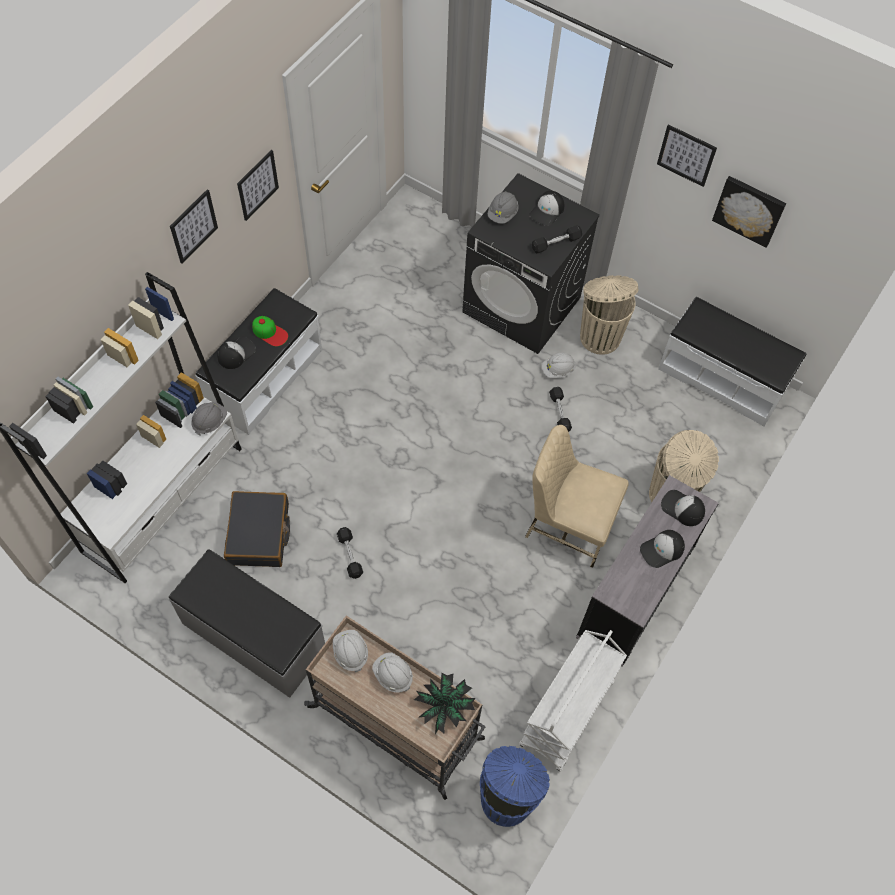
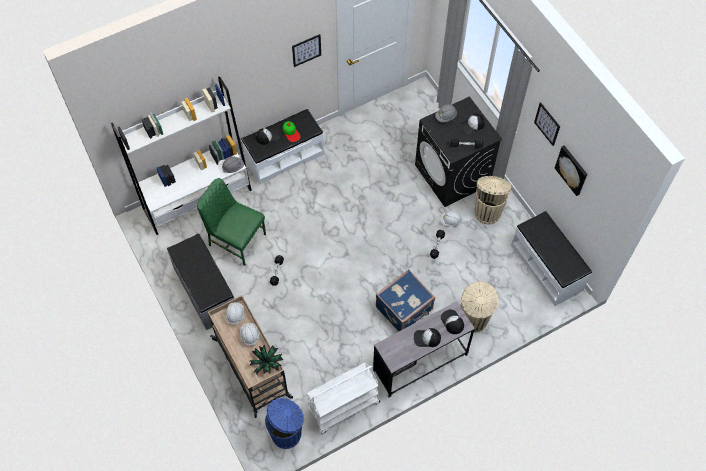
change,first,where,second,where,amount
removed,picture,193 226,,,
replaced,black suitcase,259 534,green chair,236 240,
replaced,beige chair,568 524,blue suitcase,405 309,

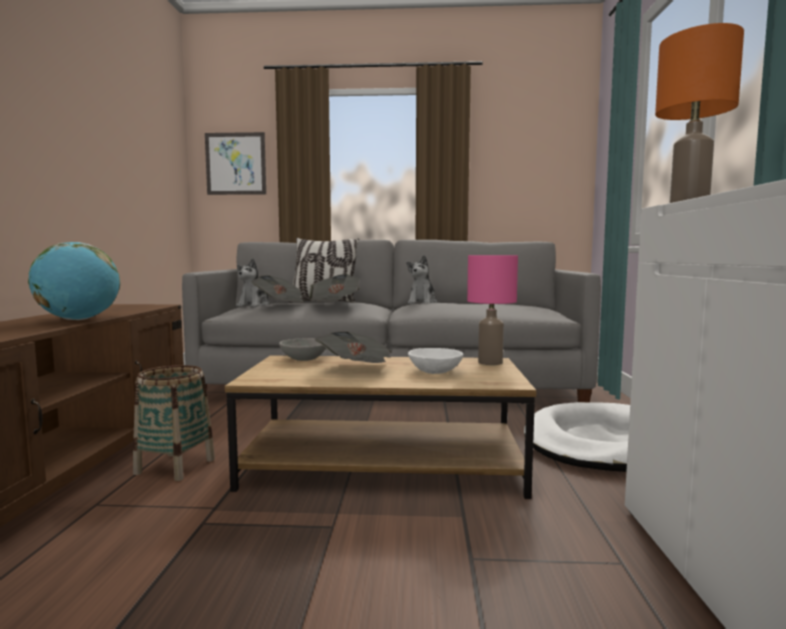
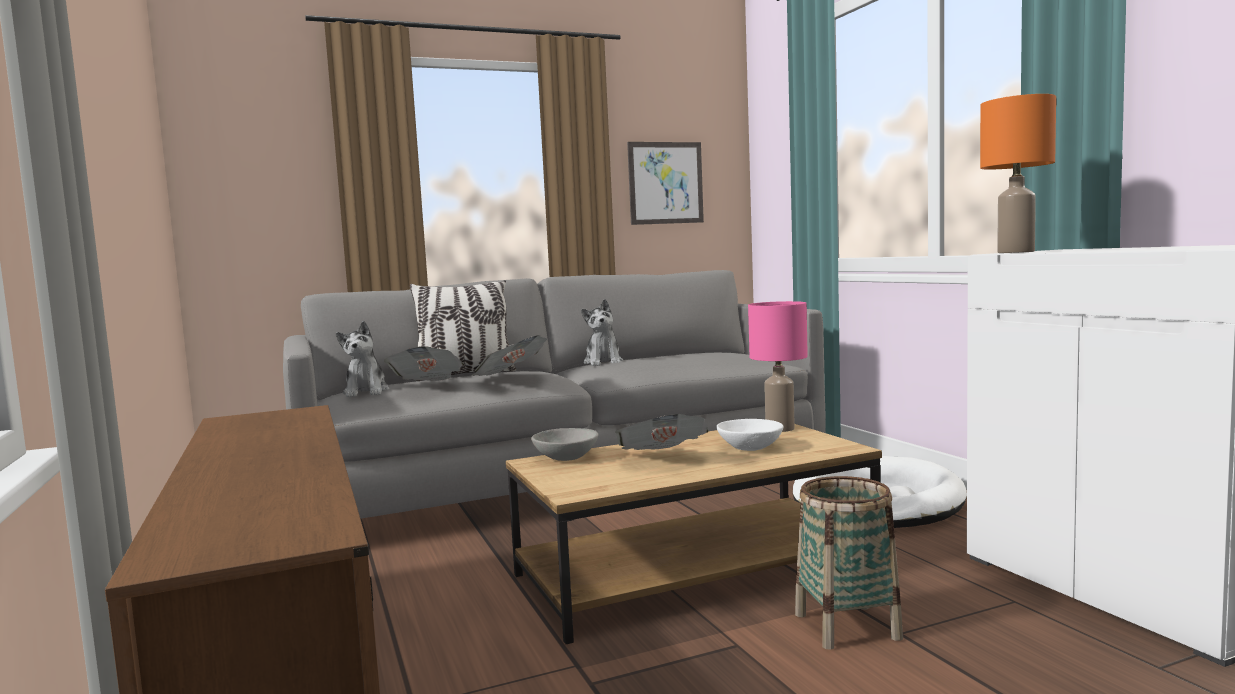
change,first,where,second,where,amount
removed,globe,79 320,,,
moved,basket,175 466,,846 626,
moved,picture,235 164,,665 183,

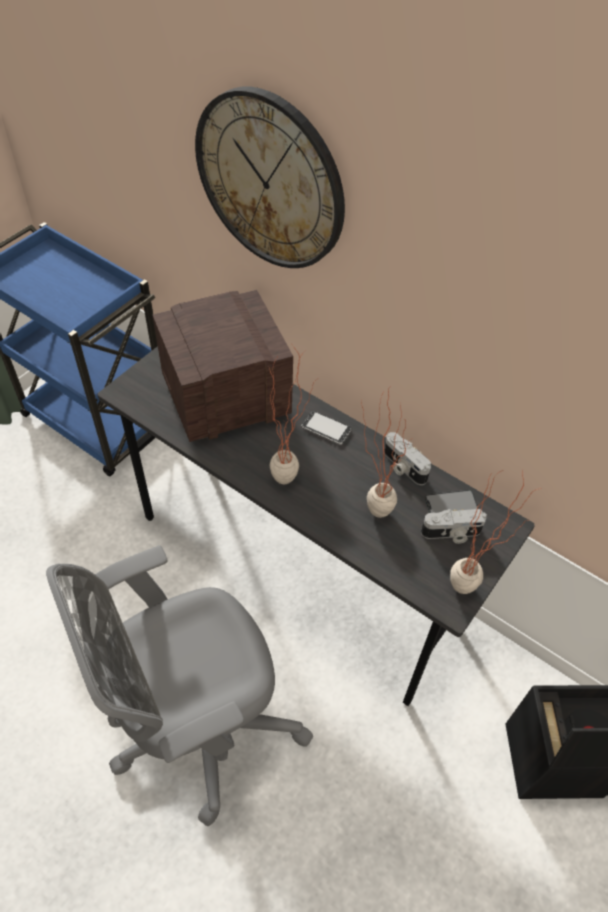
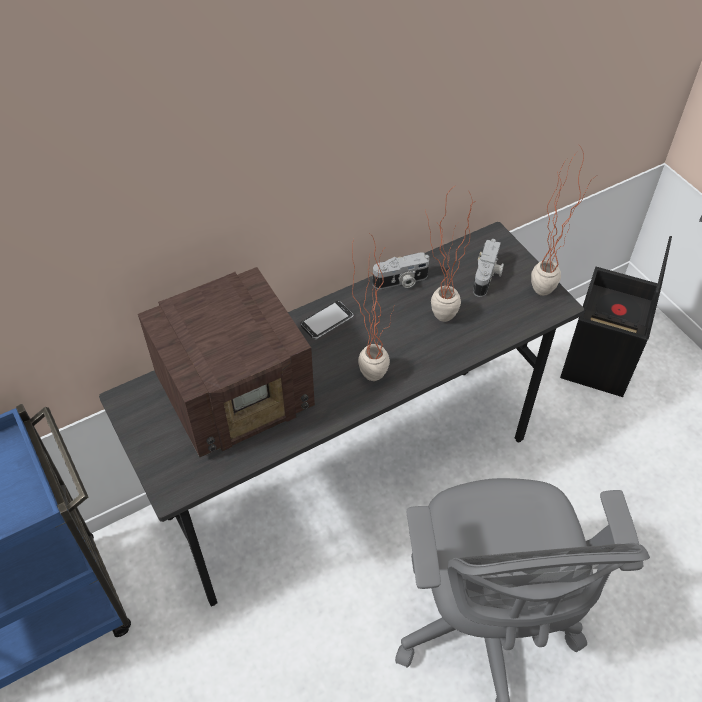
change,first,where,second,where,amount
turned,radio,223 398,,238 393,120 degrees counterclockwise
removed,wall clock,270 181,,,
removed,phone,451 503,,,

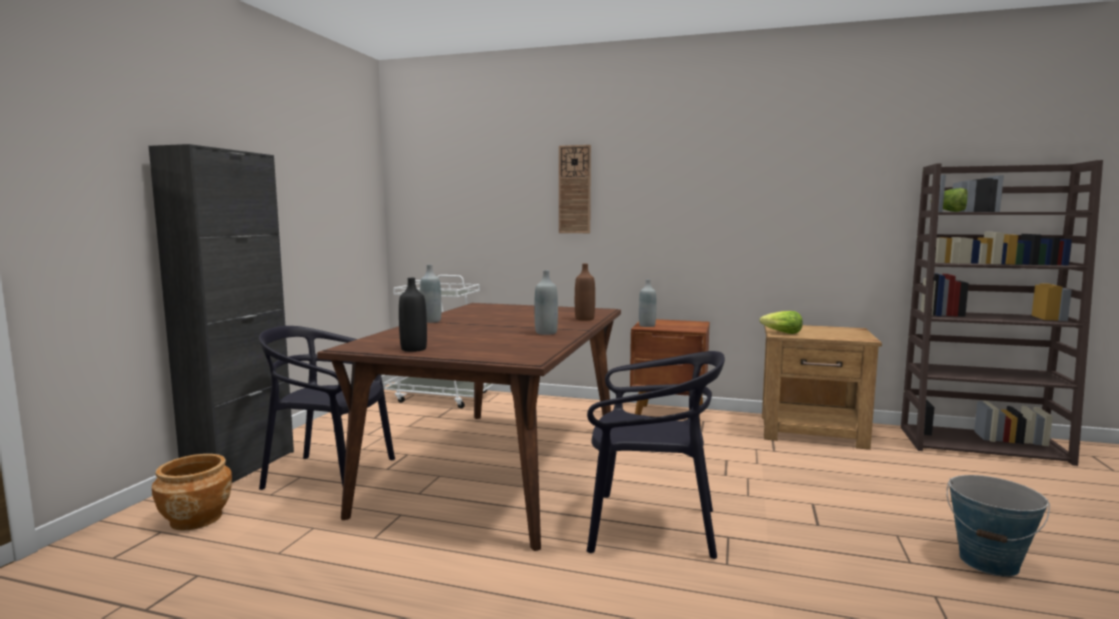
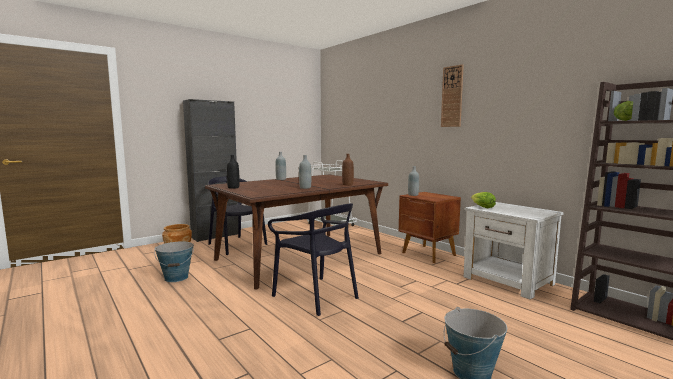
change,first,where,second,where,amount
moved,wall clock,574 189,,452 96,
recoloured,brown nightstand,813 432,white nightstand,508 281,
added,,,bucket,176 278,

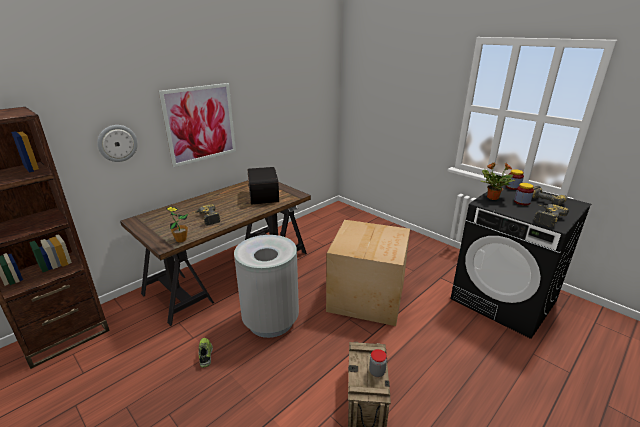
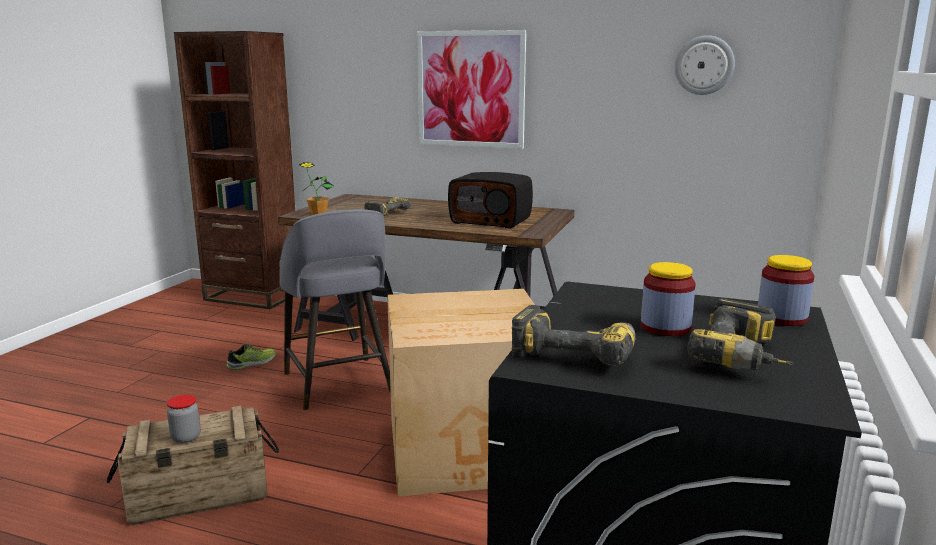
change,first,where,second,where,amount
moved,wall clock,117 143,,704 65,
replaced,grey trash can,271 321,grey stool,339 384,
turned,radio,262 196,,491 220,60 degrees clockwise
removed,potted plant,492 197,,,

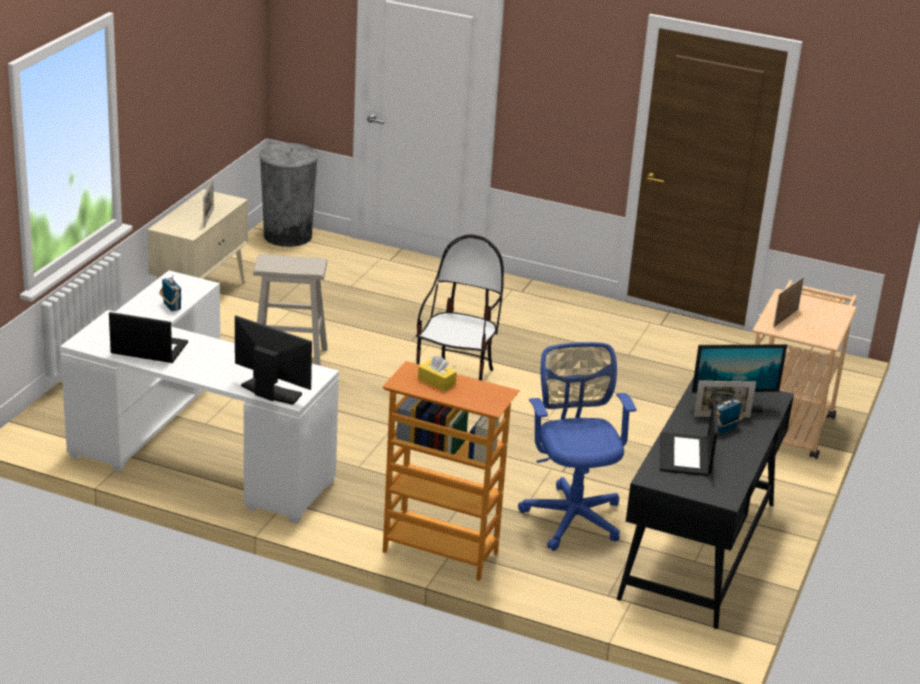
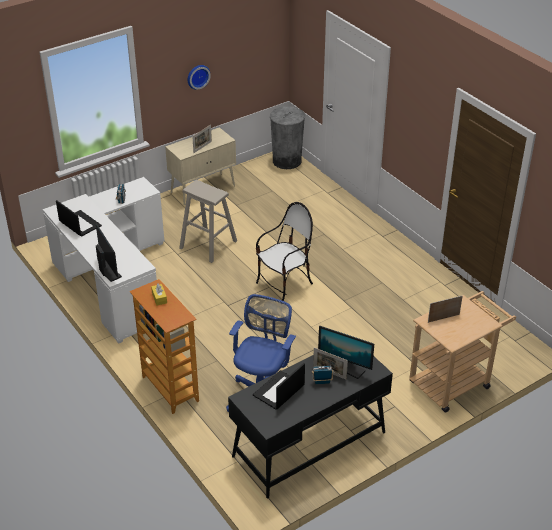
change,first,where,second,where,amount
added,,,wall clock,197 76,

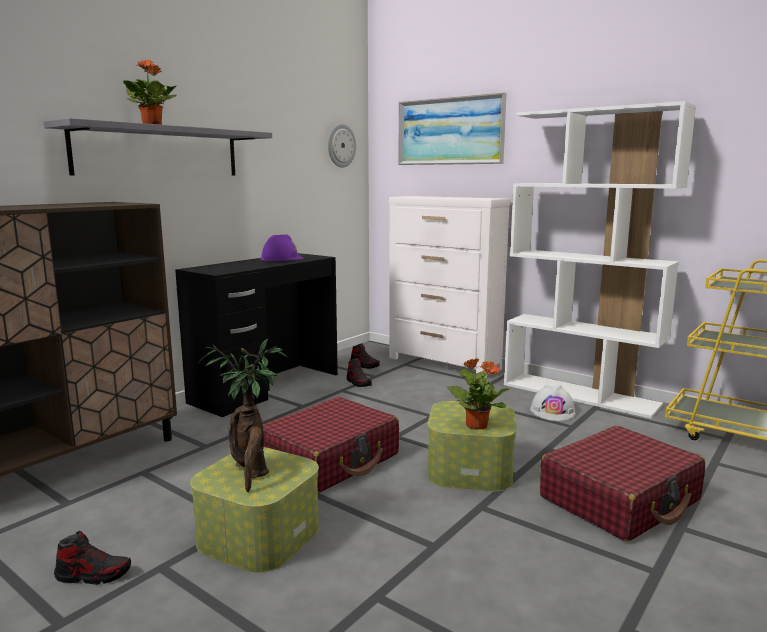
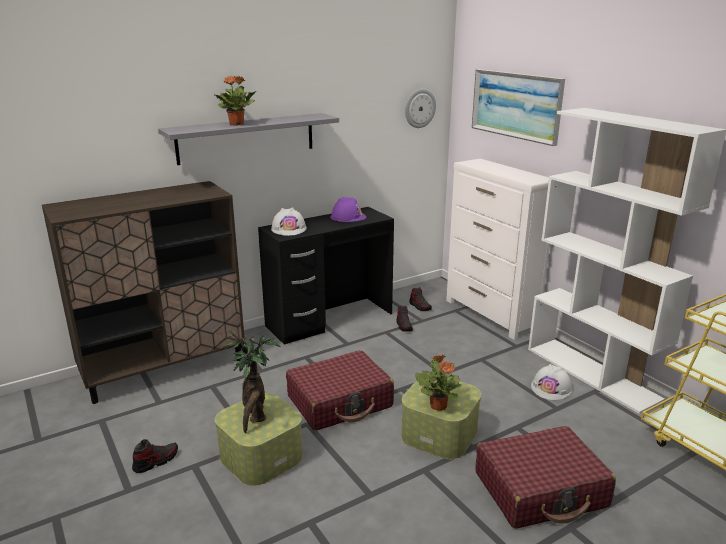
change,first,where,second,where,amount
turned,shoe,93 575,,156 461,60 degrees counterclockwise
added,,,white hard hat,289 229,

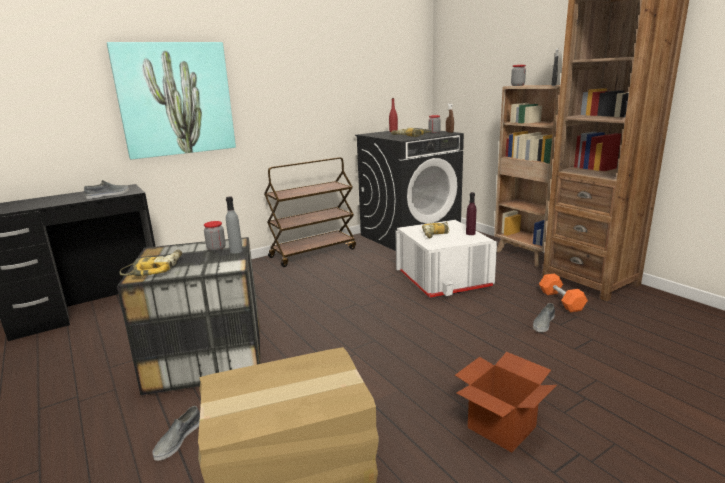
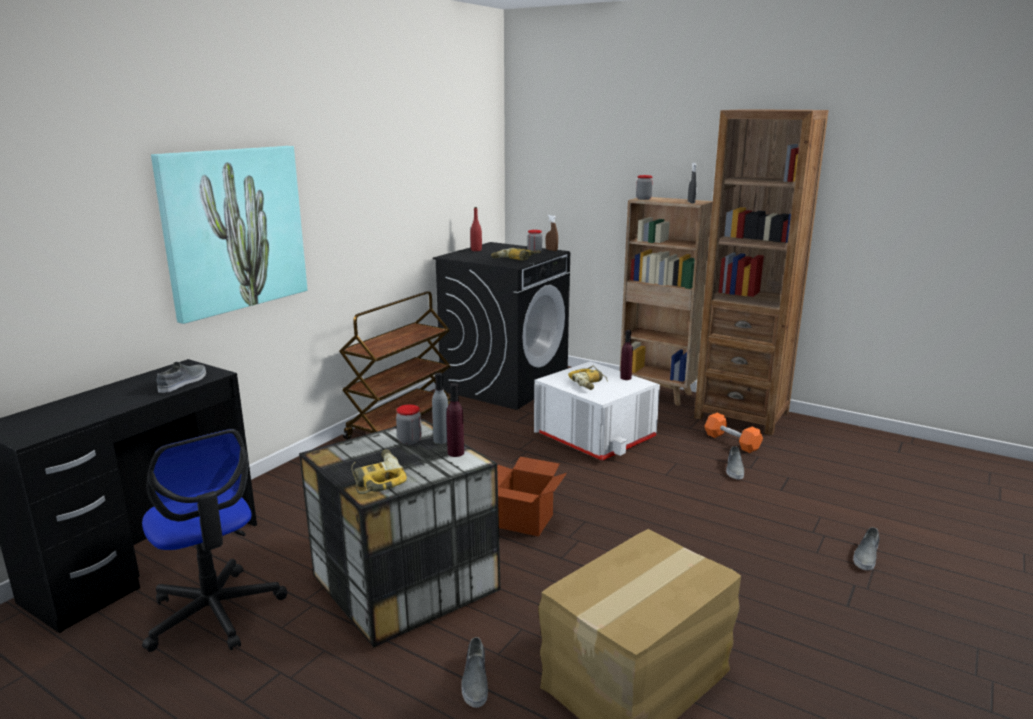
change,first,where,second,where,amount
moved,cardboard box,502 427,,525 521,
added,,,office chair,214 613,
added,,,purple bottle,455 453,
added,,,grey shoe,866 556,

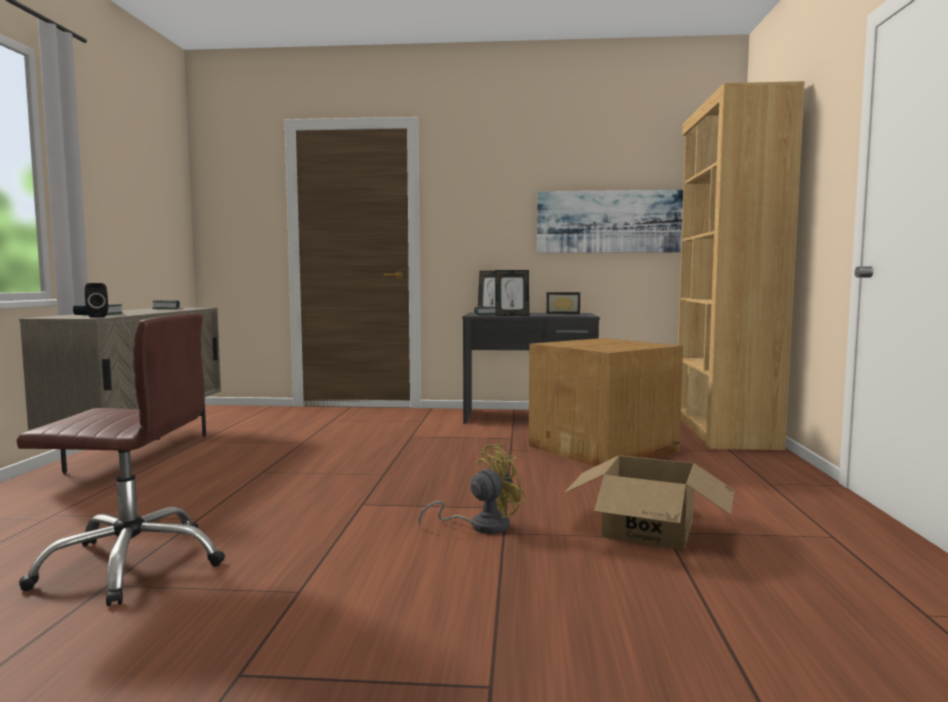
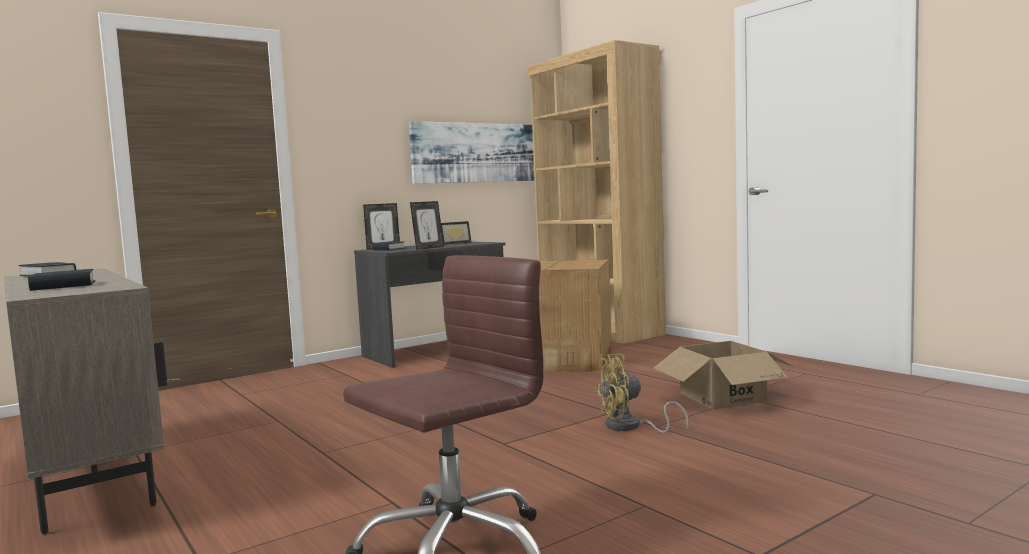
change,first,where,second,where,amount
removed,black speaker,97 316,,,
turned,yellow fan,481 526,,630 427,120 degrees counterclockwise

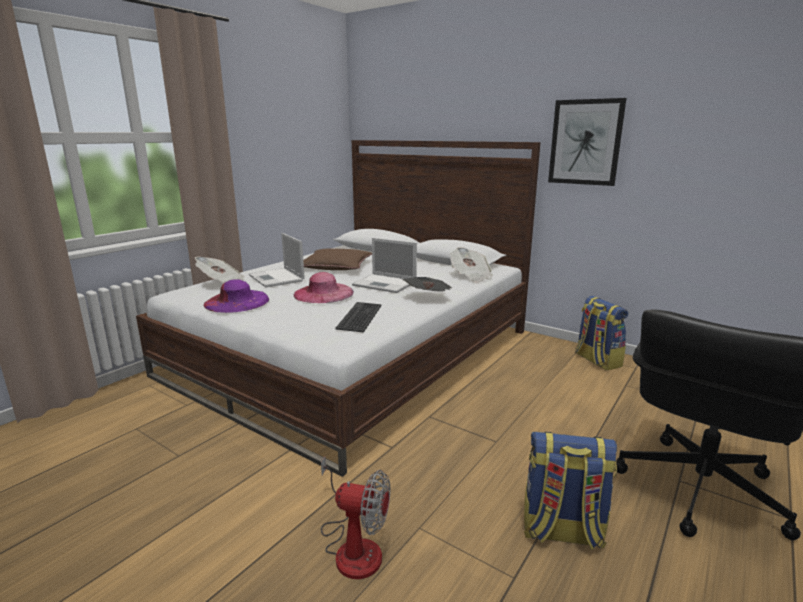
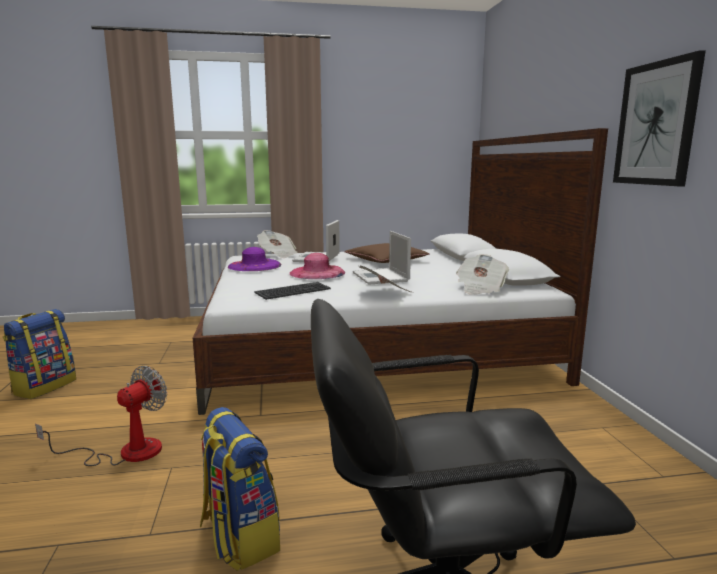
change,first,where,second,where,amount
turned,fan,353 546,,125 452,120 degrees counterclockwise
moved,backpack,596 360,,44 386,

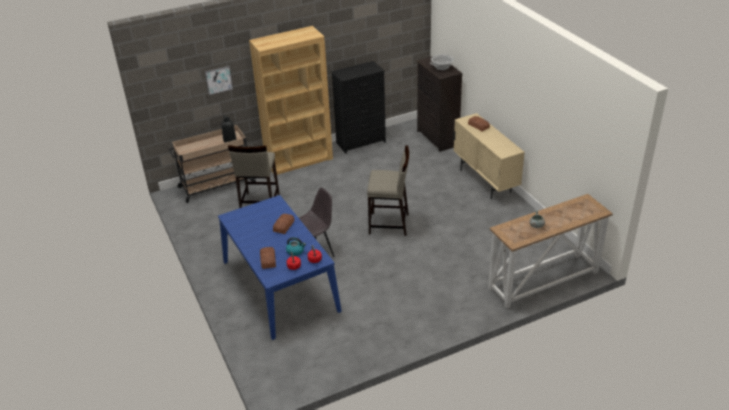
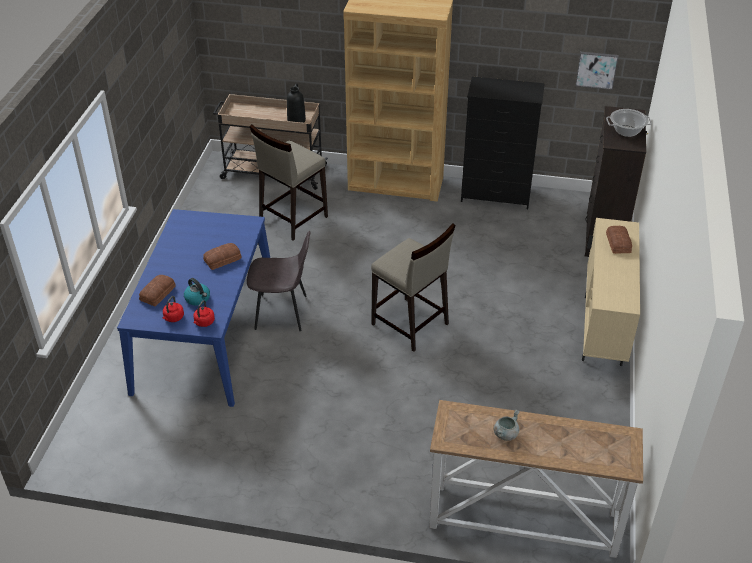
change,first,where,second,where,amount
moved,picture,218 80,,596 69,

